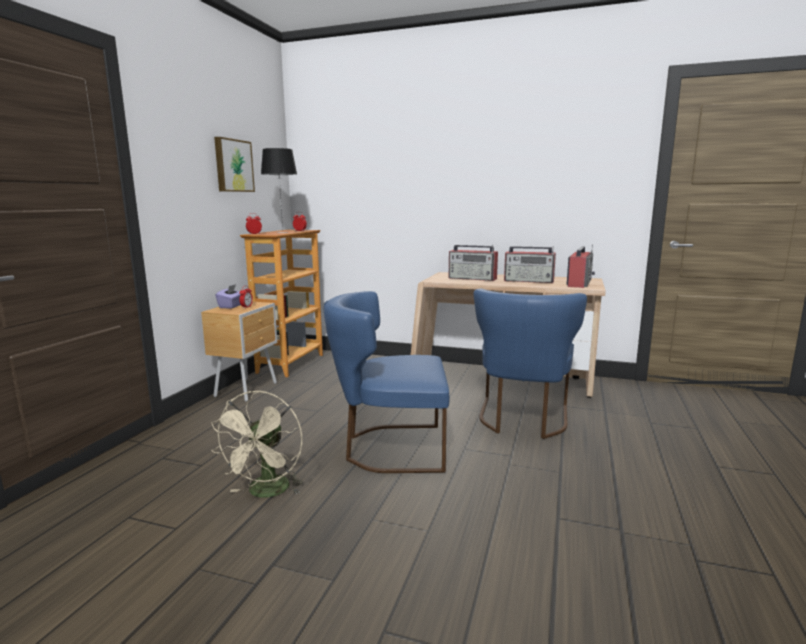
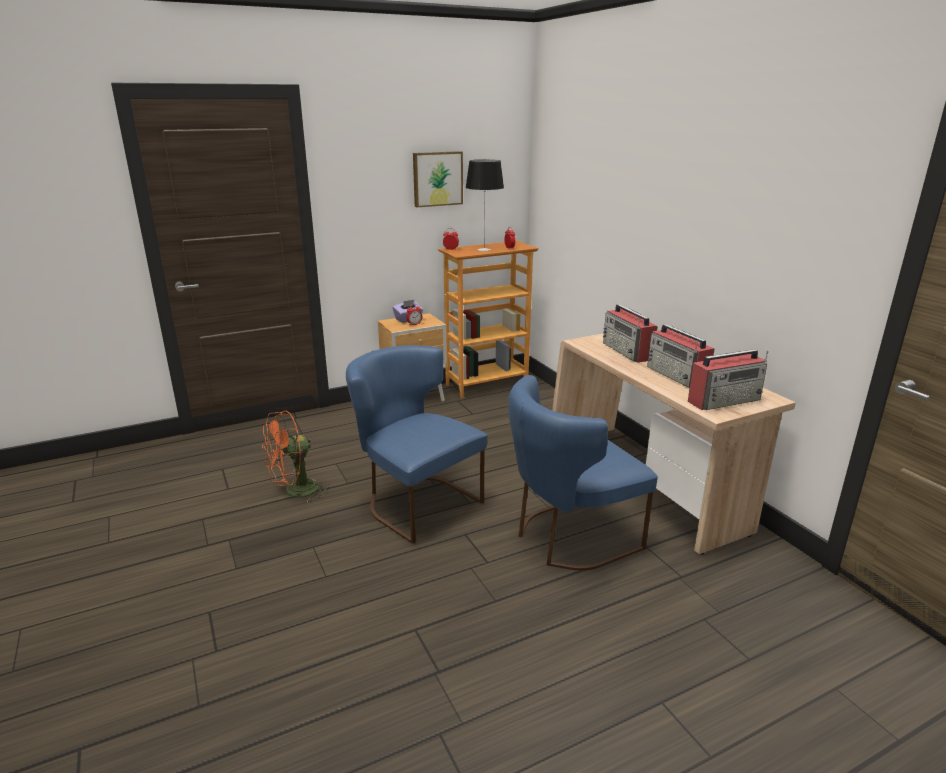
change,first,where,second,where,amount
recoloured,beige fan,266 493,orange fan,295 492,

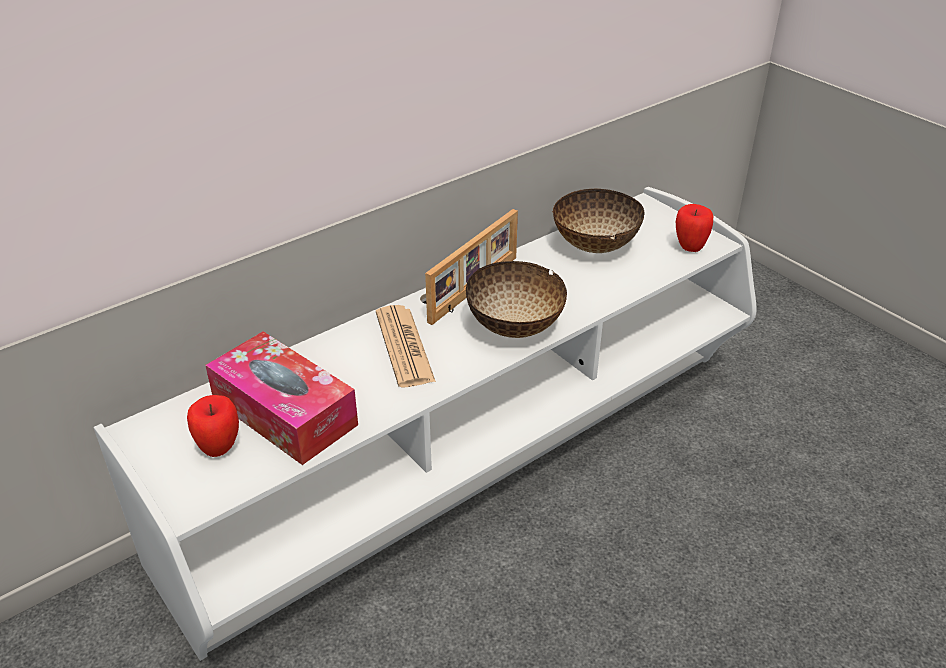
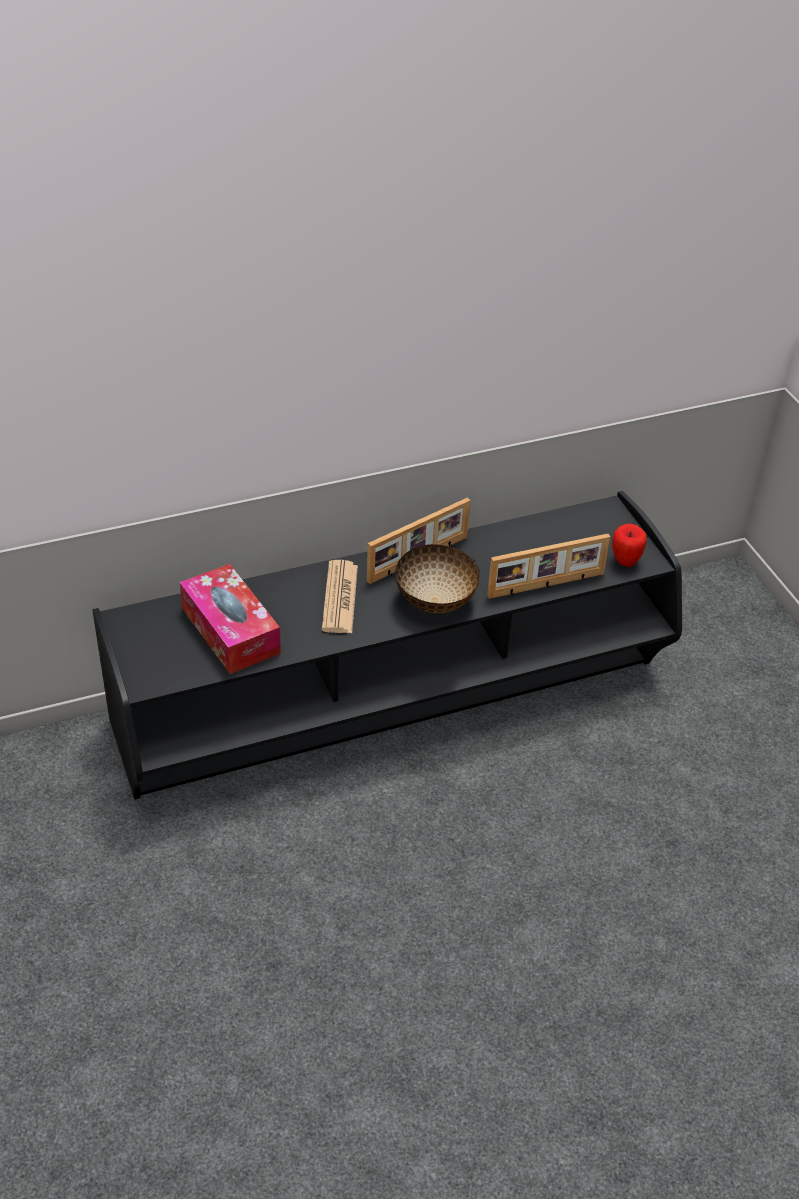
change,first,where,second,where,amount
recoloured,white tv stand,473 462,black tv stand,395 703,
removed,apple,219 449,,,
removed,bowl,594 245,,,
added,,,picture frame,546 586,

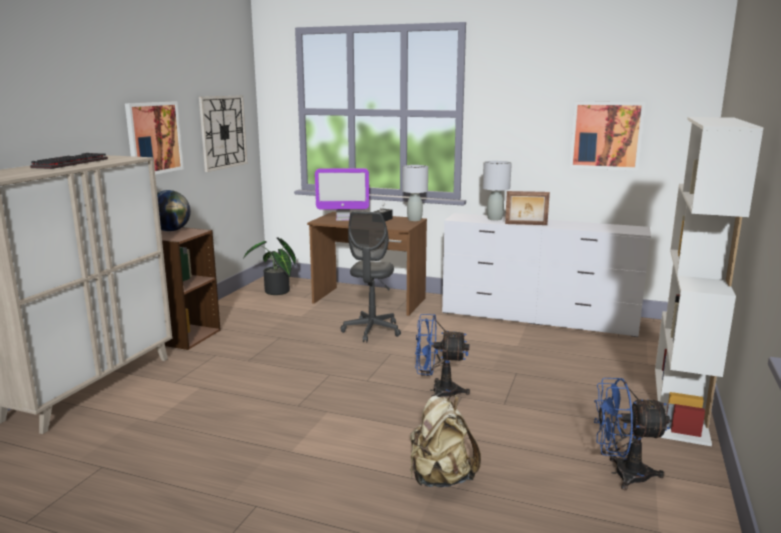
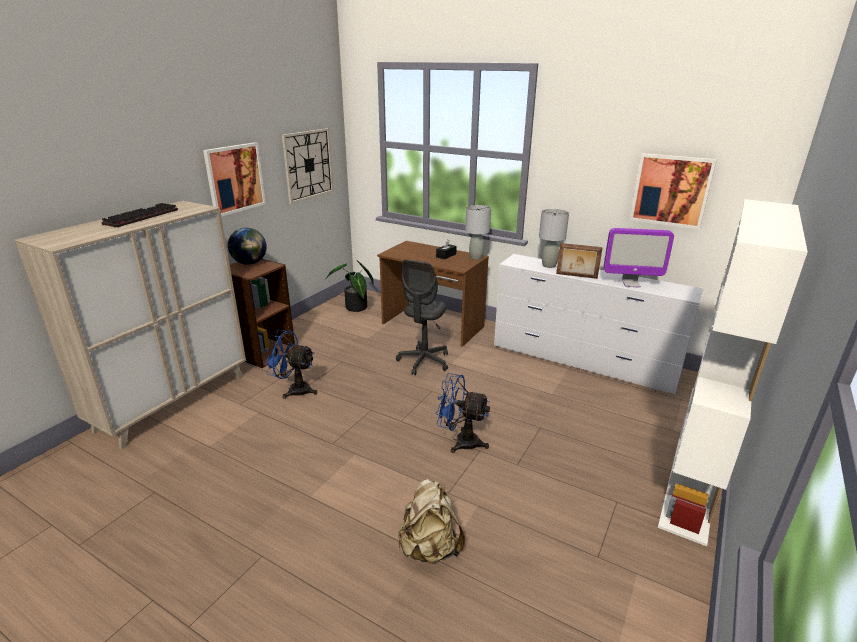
change,first,where,second,where,amount
moved,monitor,343 219,,631 284,
moved,blue fan,622 474,,294 390,

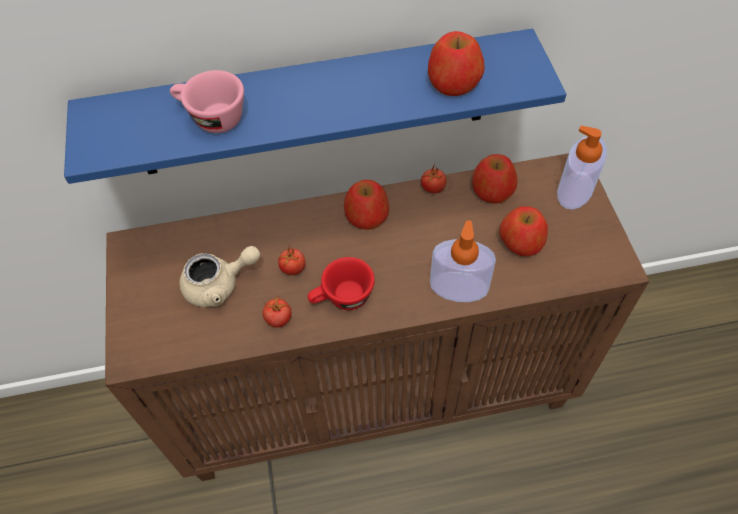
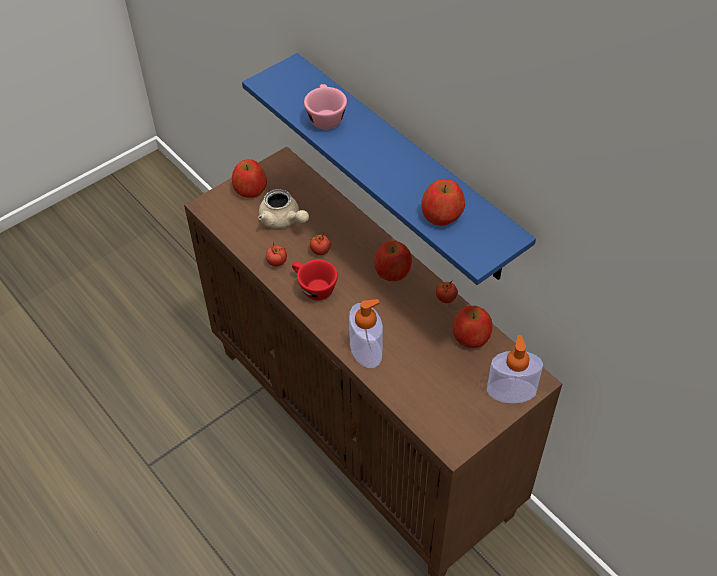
change,first,where,second,where,amount
moved,apple,521 242,,250 188,

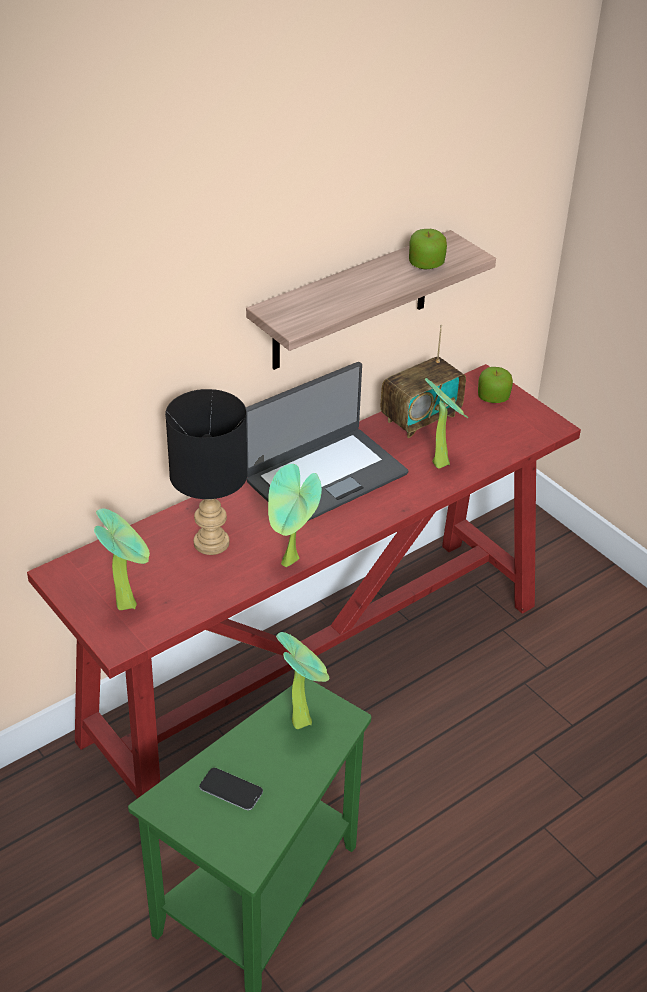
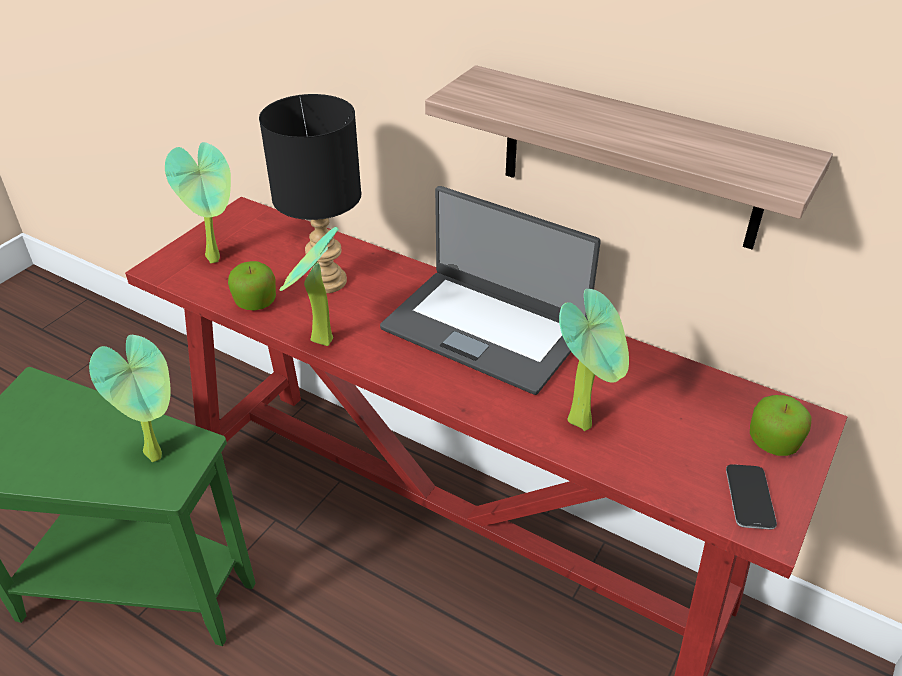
change,first,where,second,where,amount
moved,phone,231 790,,749 497,
removed,radio,420 418,,,
moved,apple,426 264,,255 302,

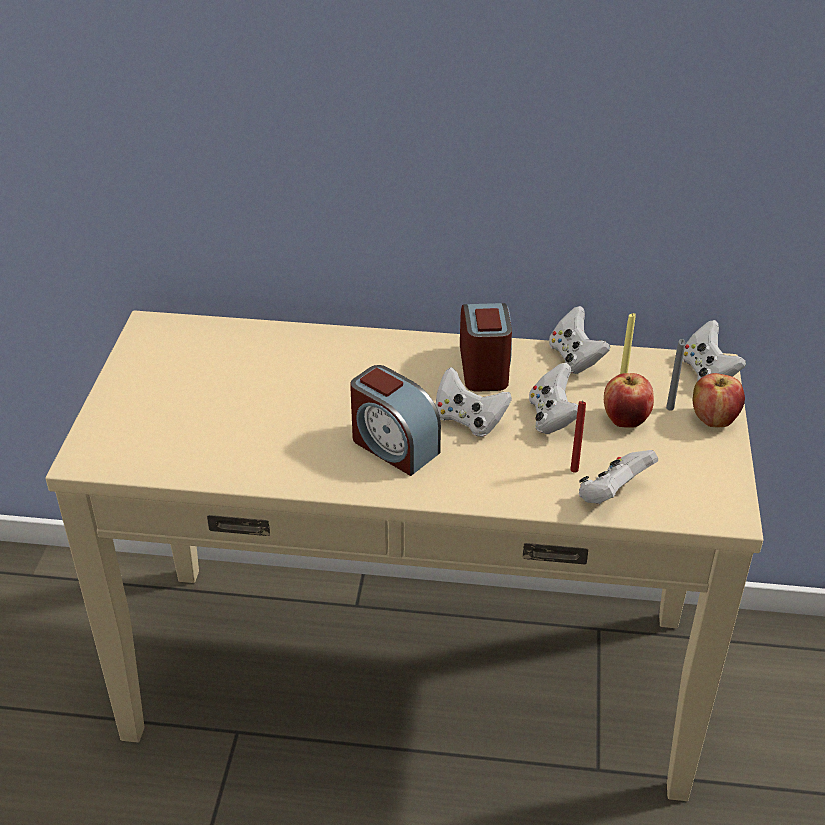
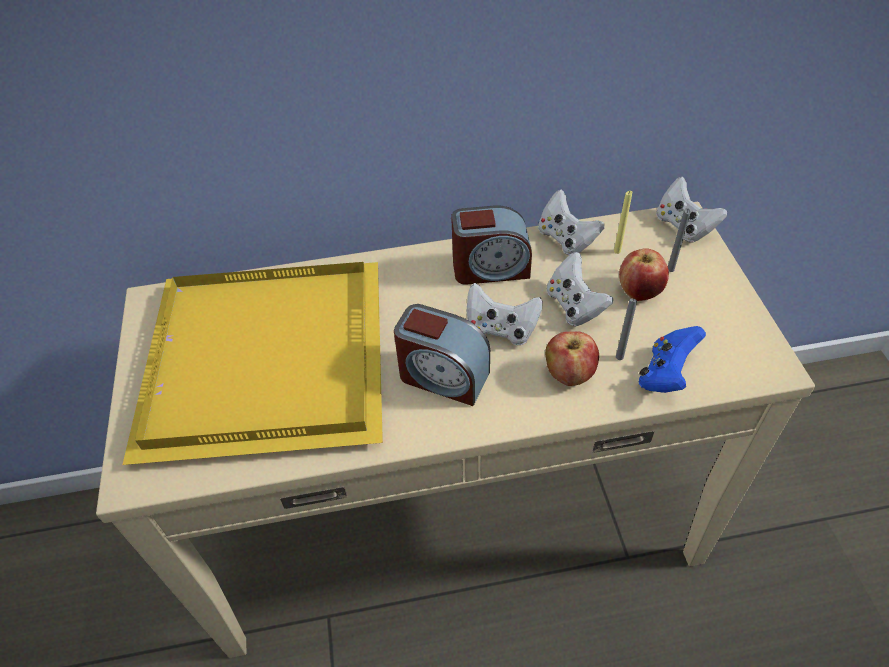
change,first,where,second,where,amount
turned,alarm clock,484 367,,490 268,105 degrees clockwise
recoloured,red candle,574 470,grey candle,619 357,
recoloured,white game controller,612 494,blue game controller,665 374,
moved,apple,714 420,,569 374,
added,,,yellow tray,262 356,

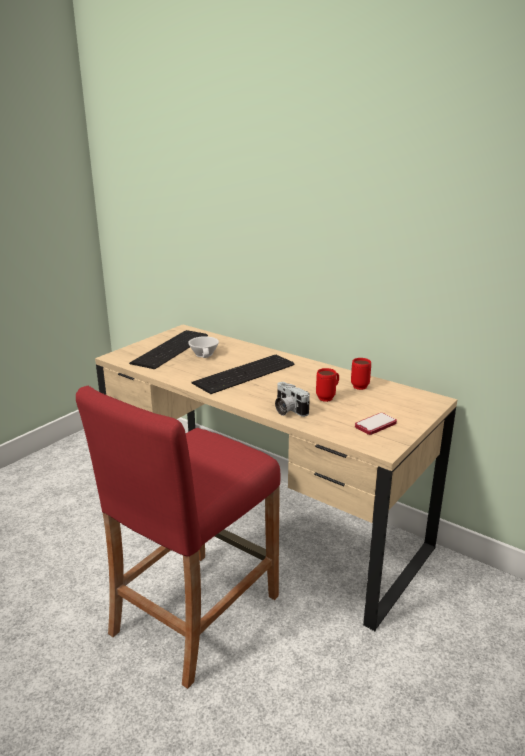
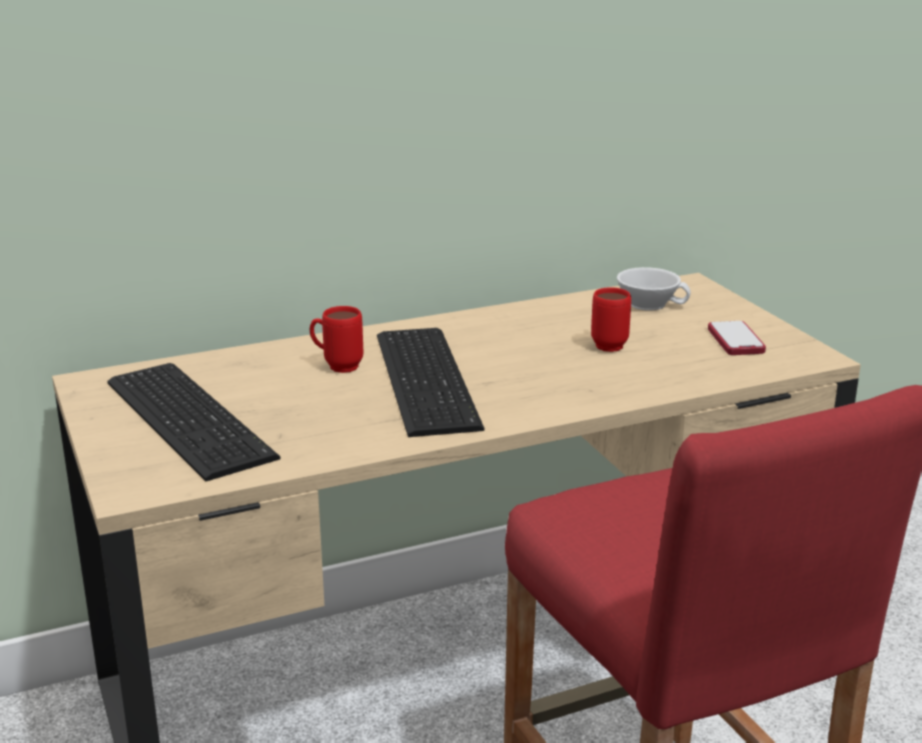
change,first,where,second,where,amount
moved,white cup,205 354,,649 303,
removed,photo camera,288 410,,,
moved,red mug,358 385,,336 366,

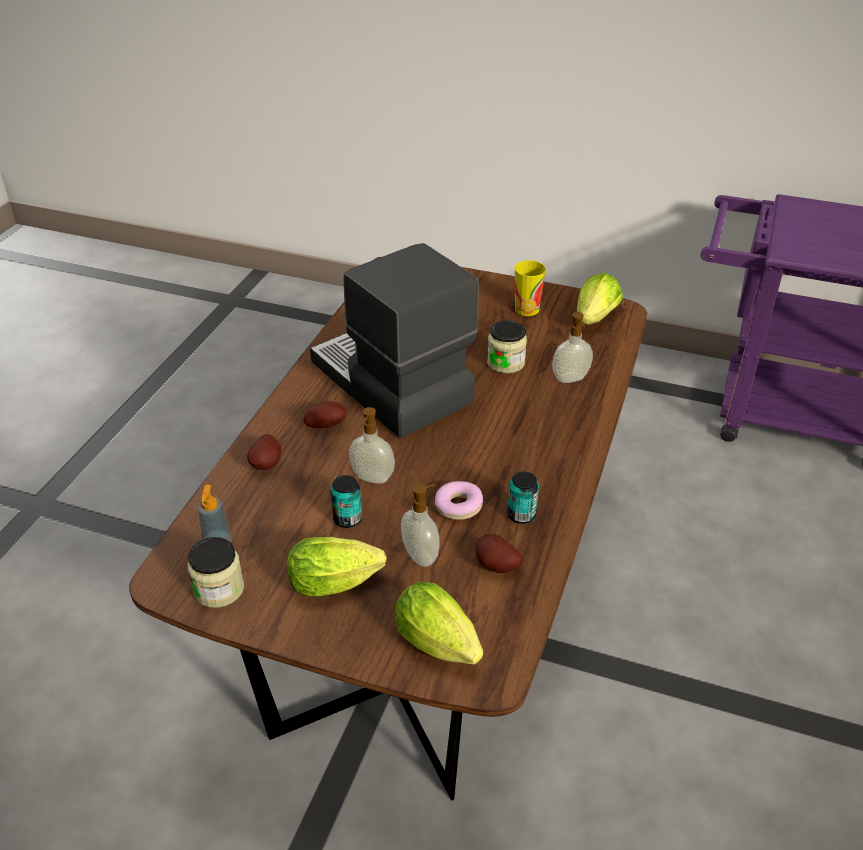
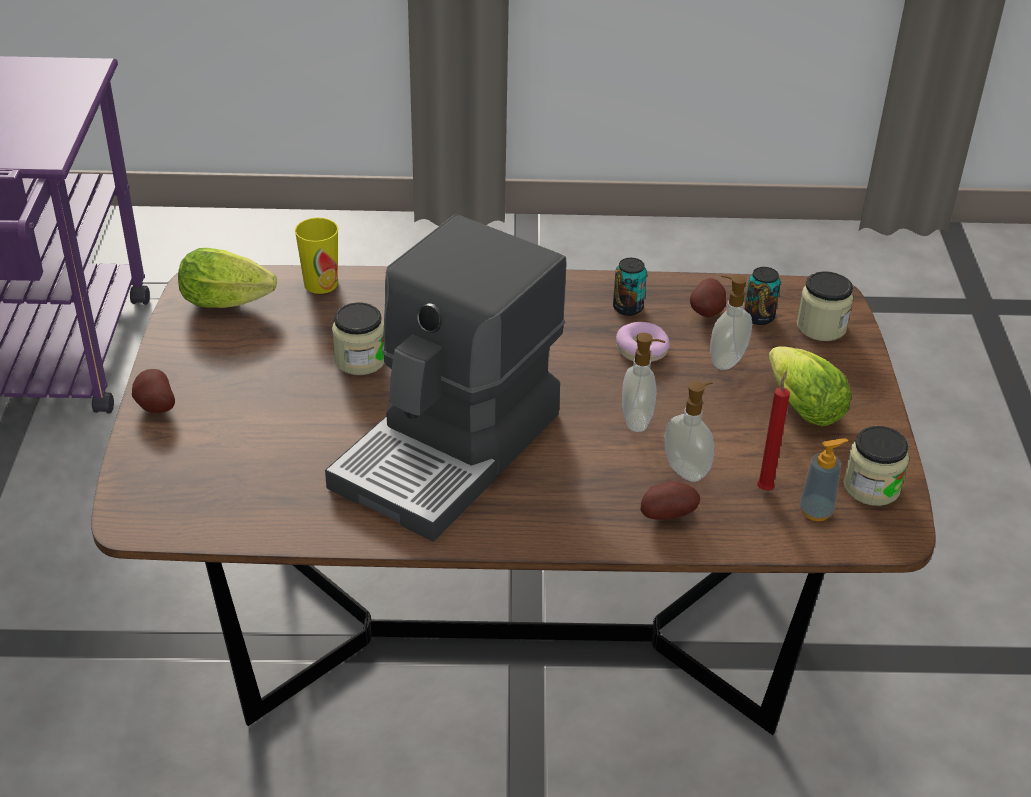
change,first,where,second,where,amount
moved,potato,326 425,,154 407,
moved,can,347 519,,759 317,
replaced,lettuce,441 646,jar,821 327,
moved,cup,527 309,,320 283,
moved,soap dispenser,570 379,,687 470,
added,,,red candle,765 488,

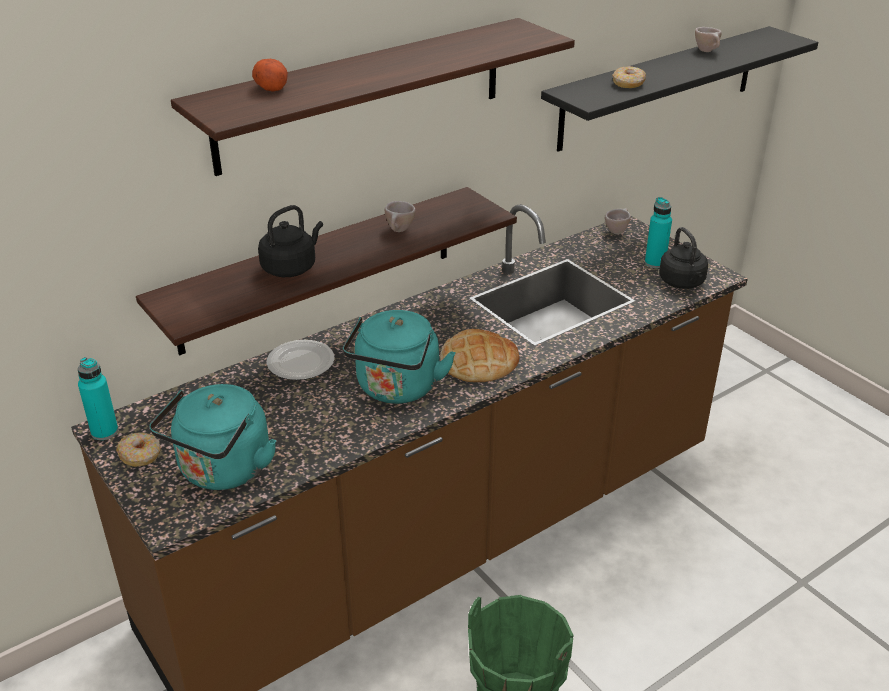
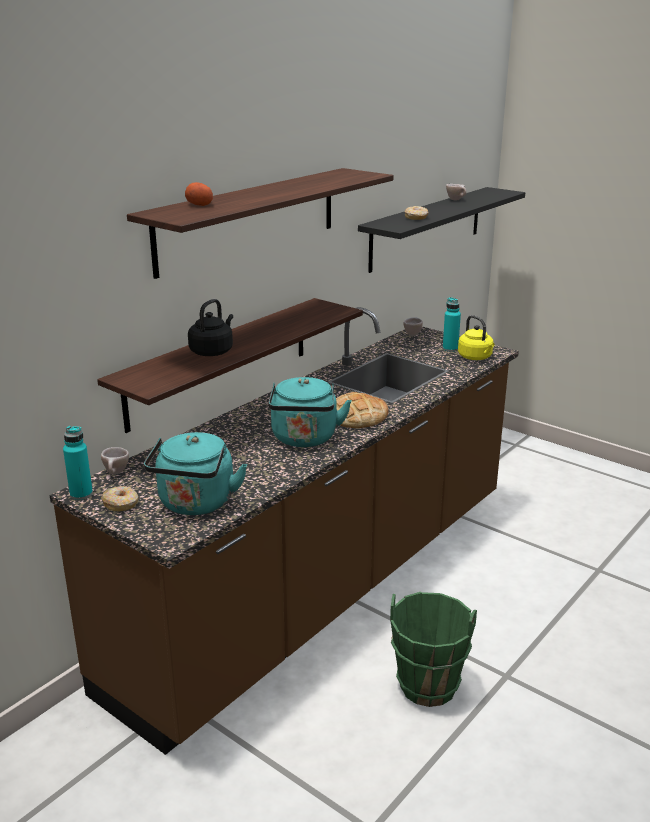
change,first,where,second,where,amount
removed,plate,301 363,,,
moved,beige cup,399 231,,116 474,
recoloured,black kettle,682 283,yellow kettle,476 357,

